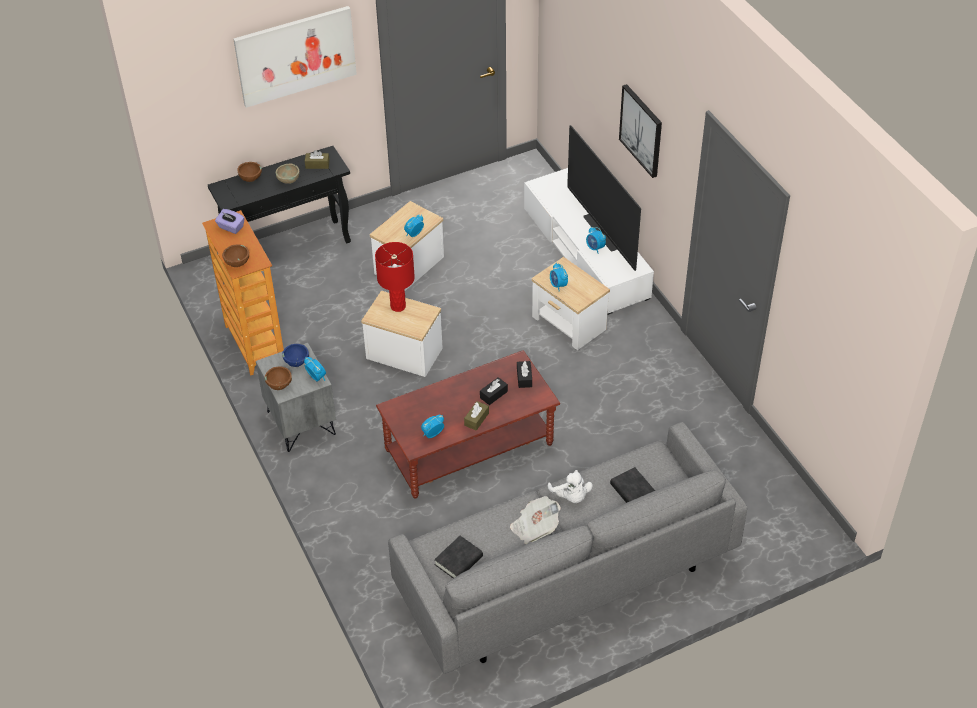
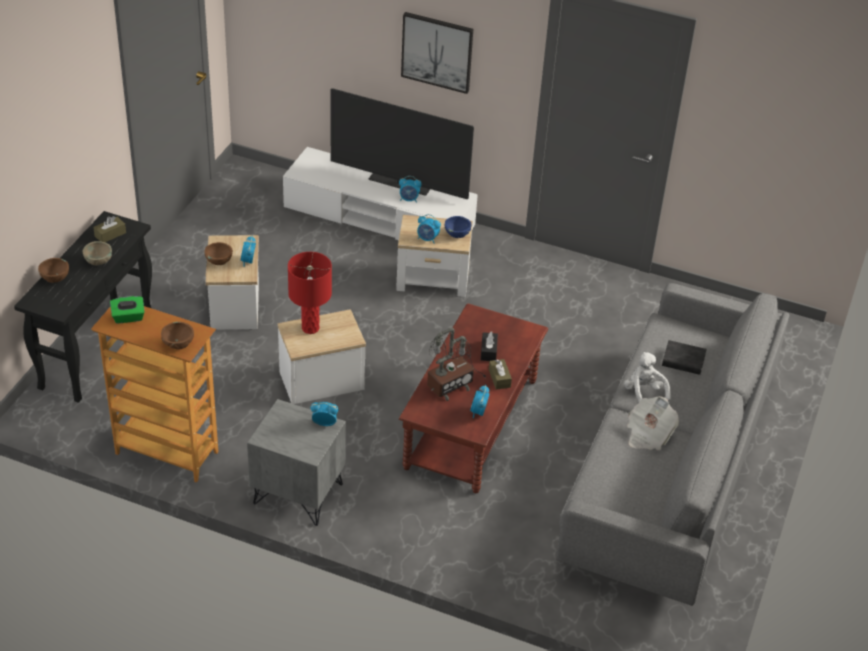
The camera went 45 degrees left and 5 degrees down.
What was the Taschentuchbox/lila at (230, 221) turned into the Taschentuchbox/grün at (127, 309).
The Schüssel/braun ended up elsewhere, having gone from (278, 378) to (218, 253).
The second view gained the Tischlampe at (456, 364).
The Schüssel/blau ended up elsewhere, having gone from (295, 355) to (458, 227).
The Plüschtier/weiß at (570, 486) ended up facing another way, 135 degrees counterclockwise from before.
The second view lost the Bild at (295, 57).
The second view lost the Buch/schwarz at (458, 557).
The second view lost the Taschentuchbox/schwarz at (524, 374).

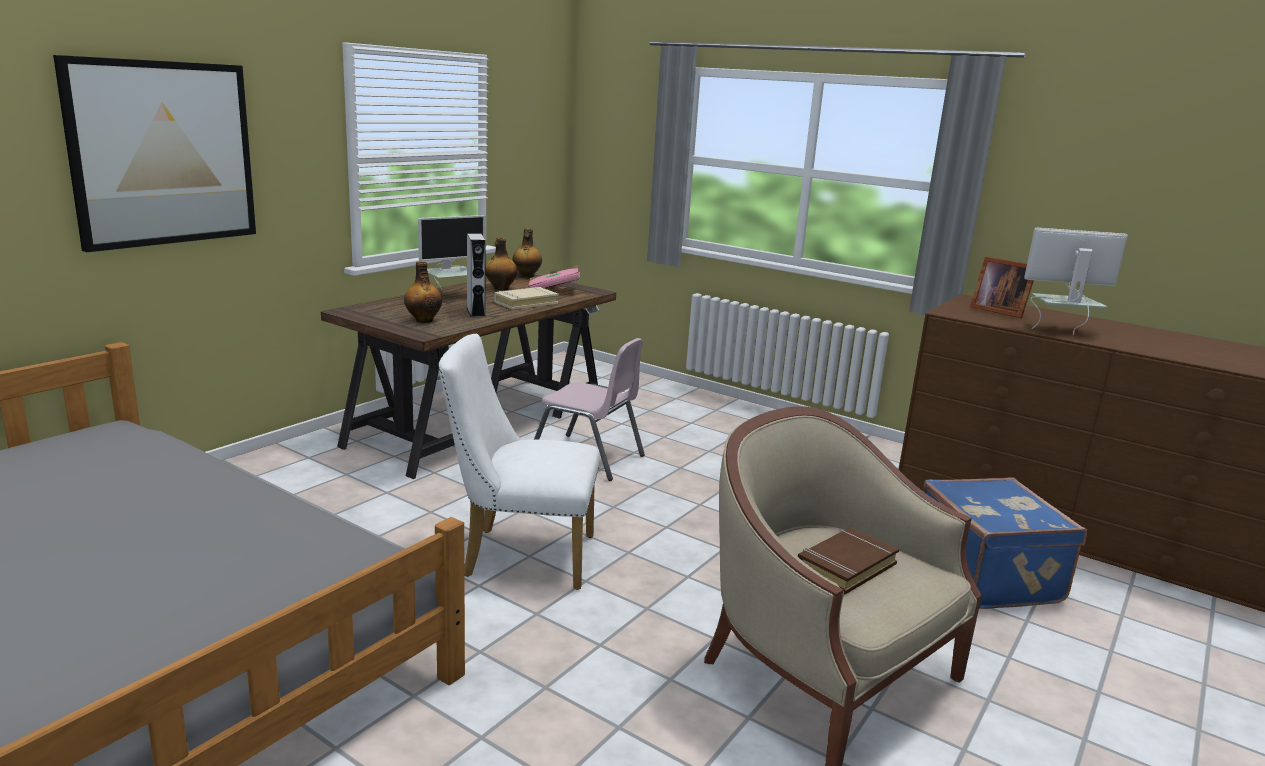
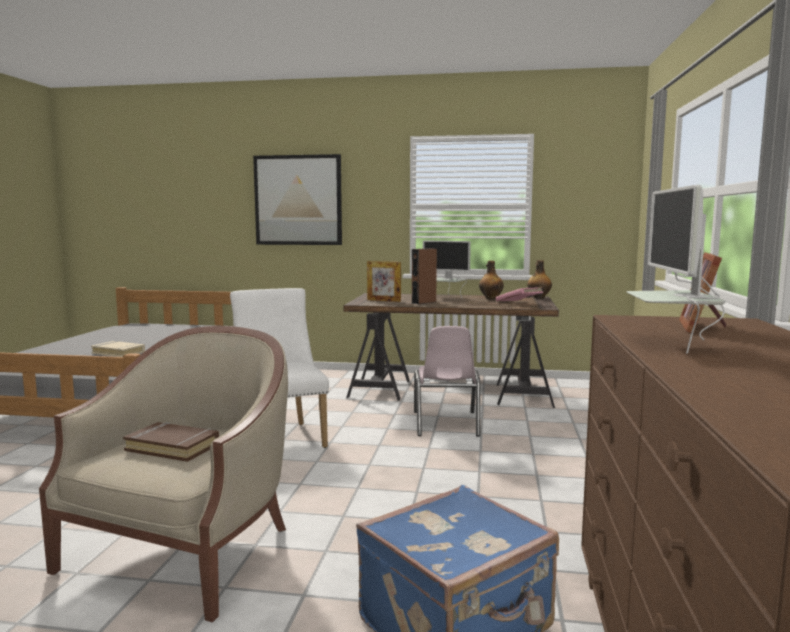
The camera went 65 degrees right and 10 degrees down.
The Buch/beige ended up elsewhere, having gone from (526, 298) to (118, 349).
Where the Flasche stood at (423, 292), the Bilderrahmen came to stand at (384, 281).
What was the Lautsprecher/grau at (476, 275) turned into the Lautsprecher/braun at (424, 276).
The Monitor at (1076, 281) ended up facing another way, 150 degrees counterclockwise from before.

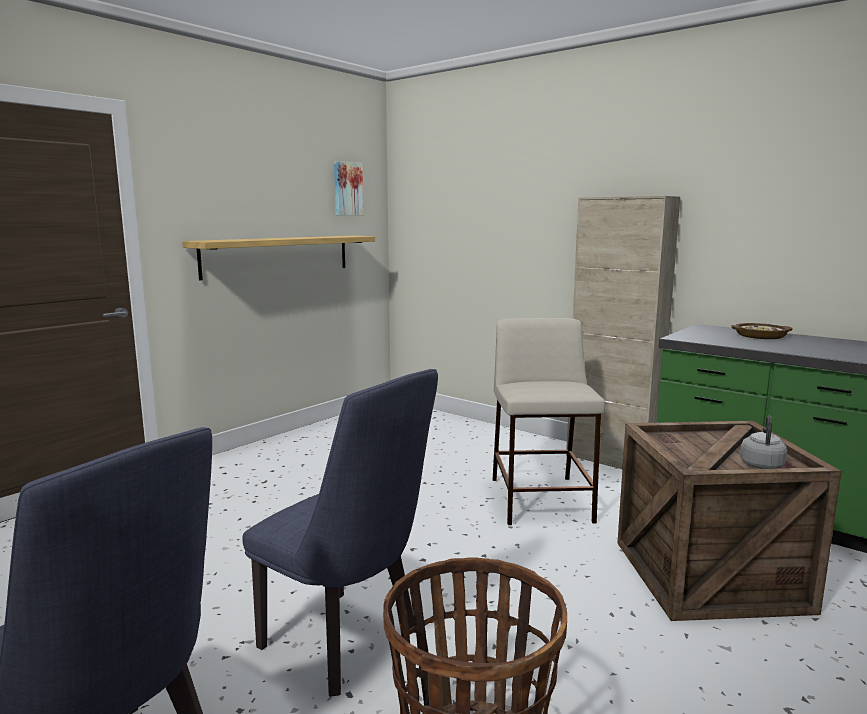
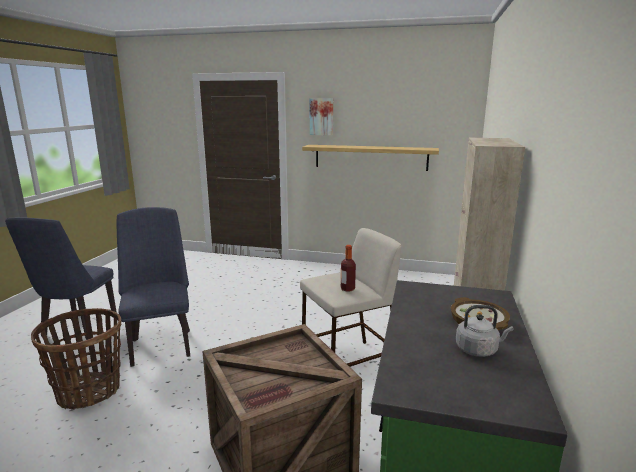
The camera went 65 degrees right and 5 degrees up.
The Stuhl/blau at (340, 533) ended up facing another way, 150 degrees clockwise from before.
The Bild ended up elsewhere, having gone from (349, 188) to (321, 116).
The second view gained the Flasche at (348, 268).
The Wasserkessel/grau ended up elsewhere, having gone from (763, 442) to (484, 331).

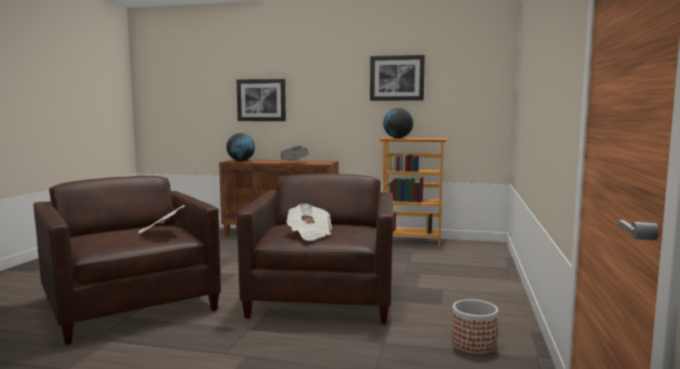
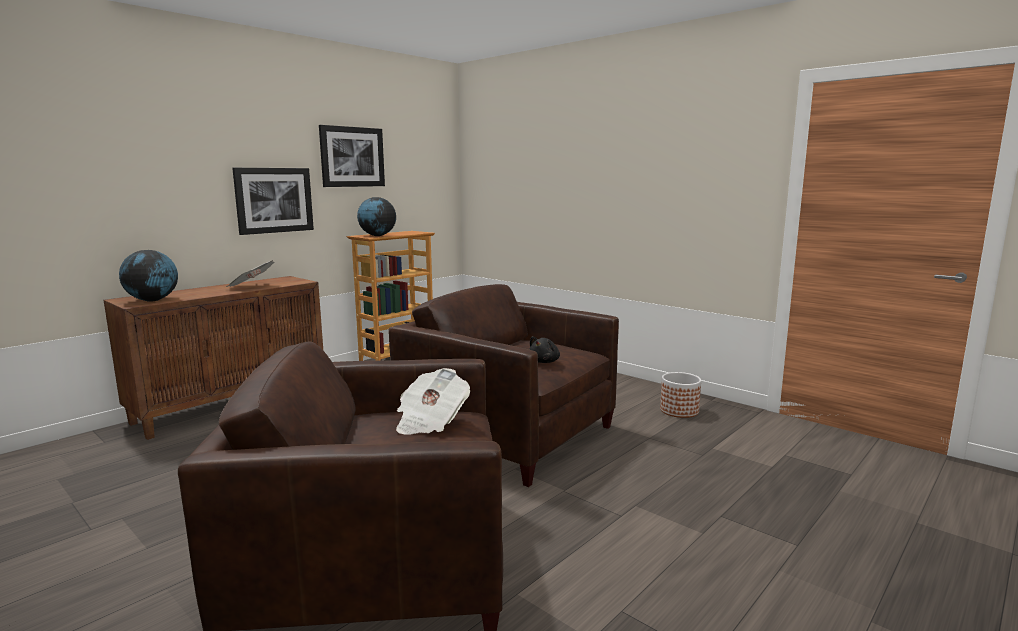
The camera went 60 degrees left and 5 degrees up.
The Bild ended up elsewhere, having gone from (261, 100) to (273, 201).
Where the Zeitung stood at (309, 222), the Plüschtier/schwarz came to stand at (544, 349).

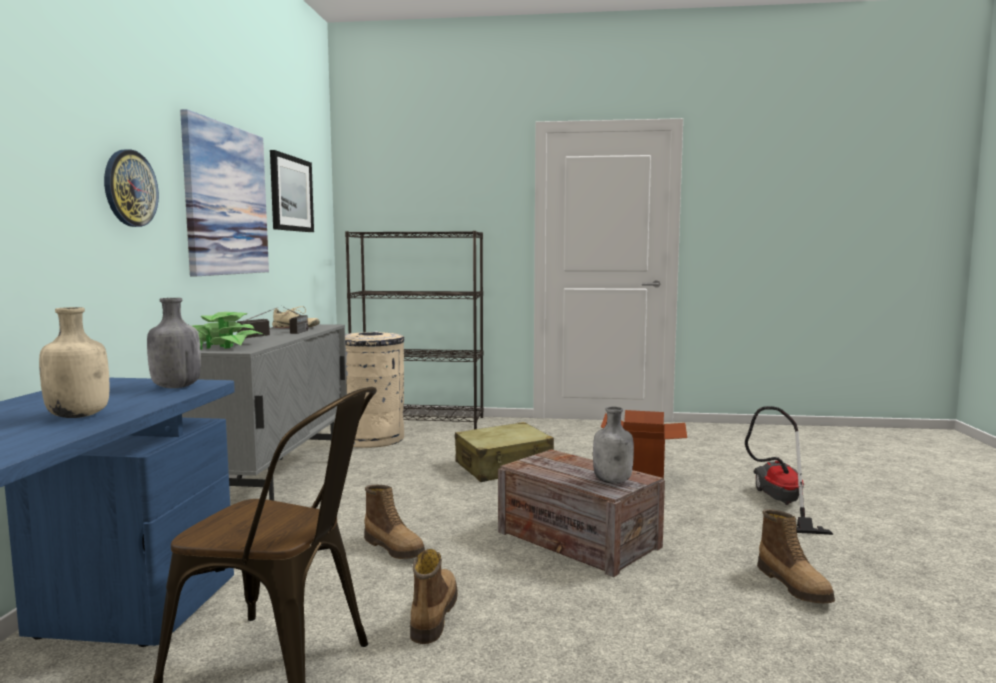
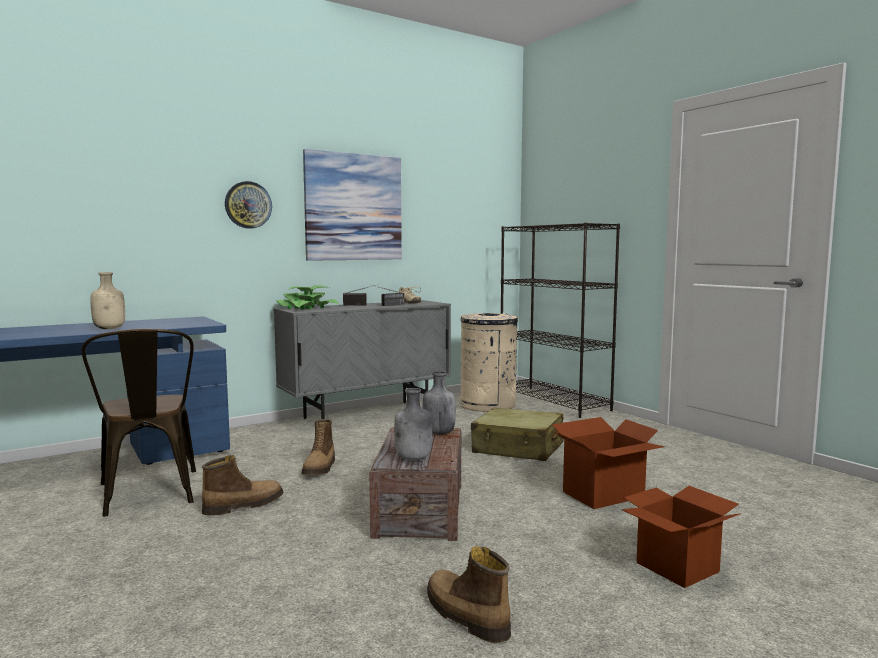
The camera went 50 degrees right and 0 degrees up.
The Flasche/grau ended up elsewhere, having gone from (174, 343) to (439, 403).
The Stiefel at (796, 556) ended up facing another way, 105 degrees clockwise from before.
Where the Staubsauger stood at (789, 470), the Karton came to stand at (681, 537).
The second view lost the Bild at (292, 191).

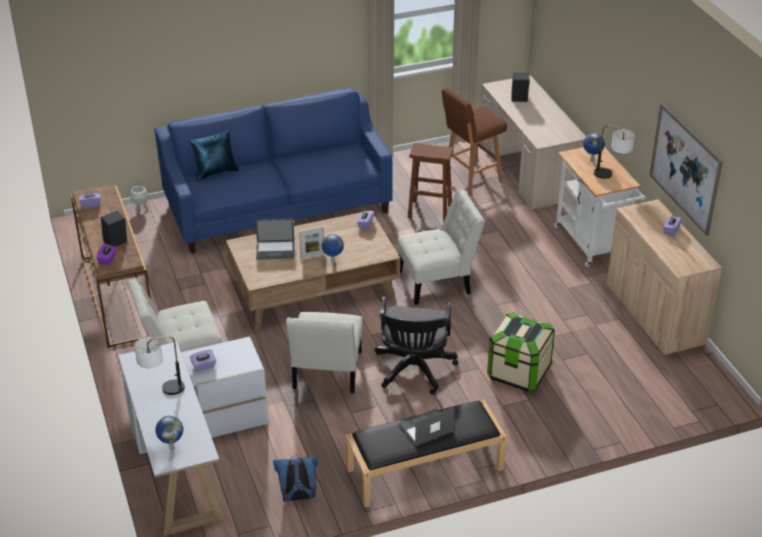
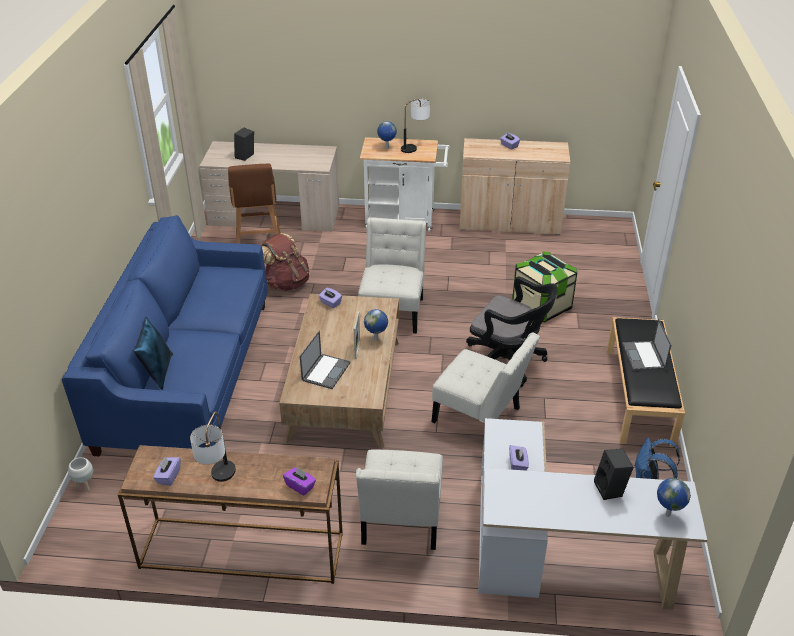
The camera went 65 degrees left and 0 degrees up.
The Tischlampe ended up elsewhere, having gone from (159, 365) to (213, 446).
Where the Hocker/braun stood at (430, 182), the Rucksack/braun came to stand at (285, 262).
The Lautsprecher/schwarz ended up elsewhere, having gone from (114, 228) to (614, 474).
The second view lost the Bild at (686, 169).

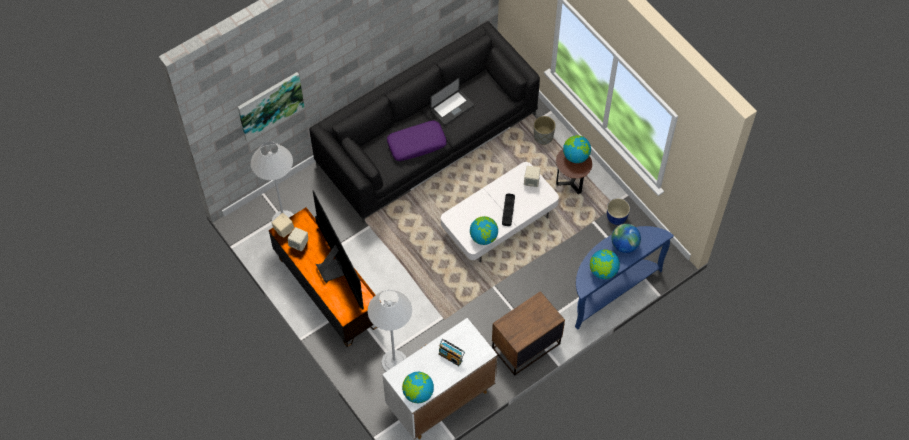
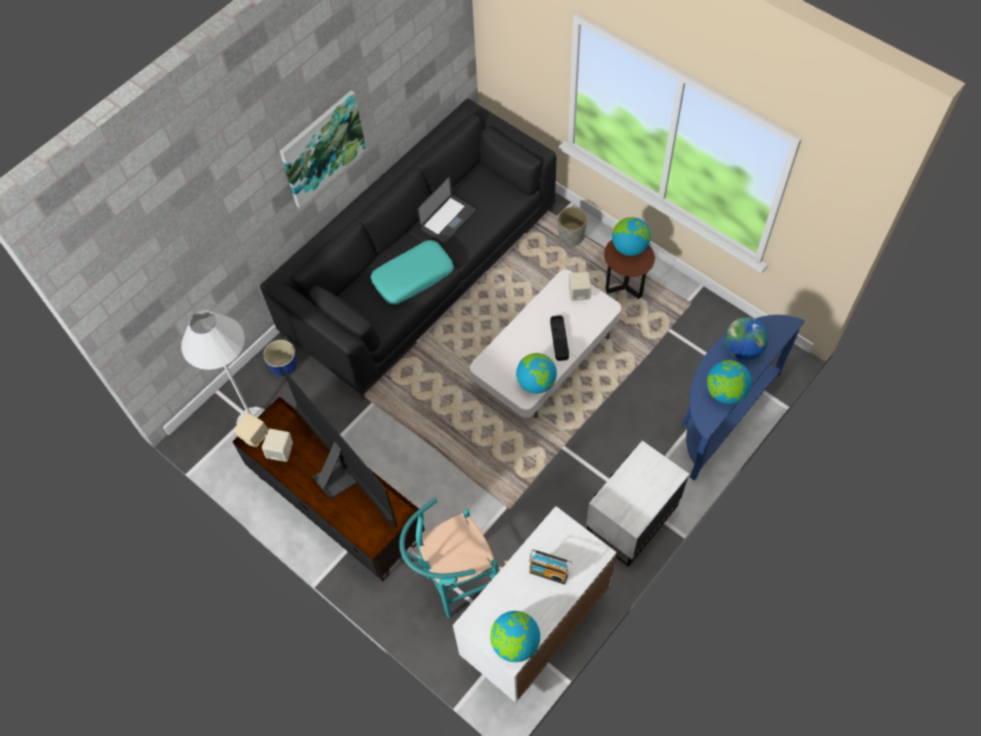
The camera went 10 degrees left and 0 degrees up.
The Pflanzkübel ended up elsewhere, having gone from (618, 211) to (280, 358).
The Bild ended up elsewhere, having gone from (271, 107) to (323, 149).
What was the Kissen/lila at (417, 140) turned into the Kissen/türkis at (412, 272).
Where the Stehlampe/weiß stood at (390, 331), the Hocker/türkis came to stand at (448, 558).
What was the Nachttisch/braun at (528, 333) turned into the Nachttisch/weiß at (637, 504).

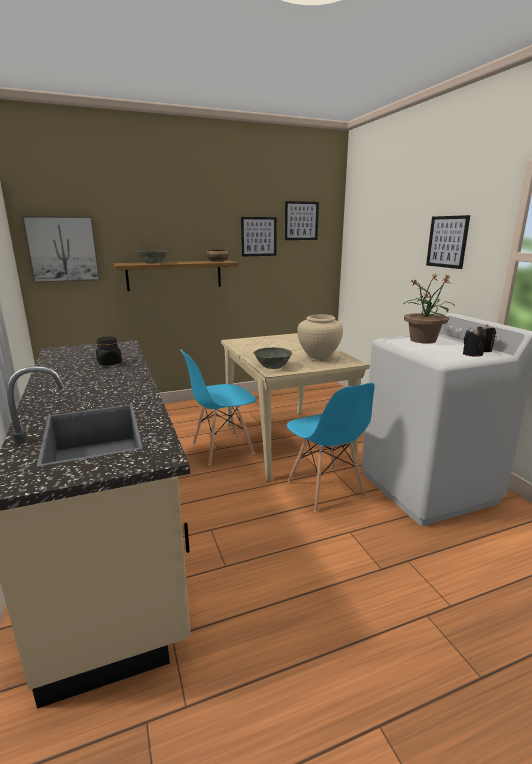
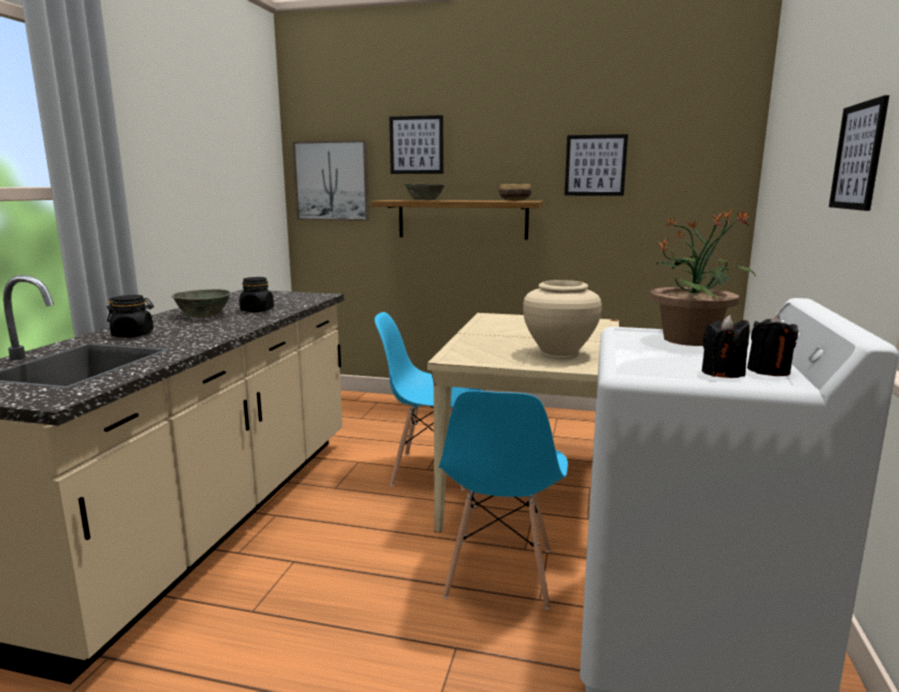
The camera went 35 degrees right and 5 degrees down.
The second view gained the Vorratsglas/schwarz at (130, 316).
The Schüssel/grau ended up elsewhere, having gone from (273, 358) to (201, 303).
The Bild ended up elsewhere, having gone from (302, 220) to (416, 144).

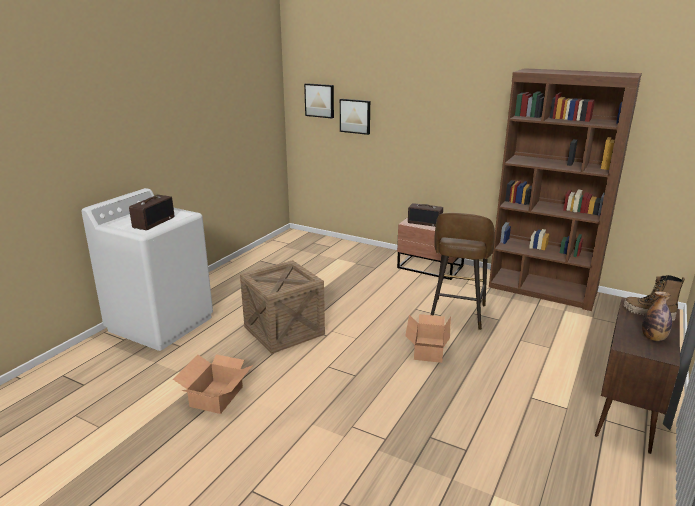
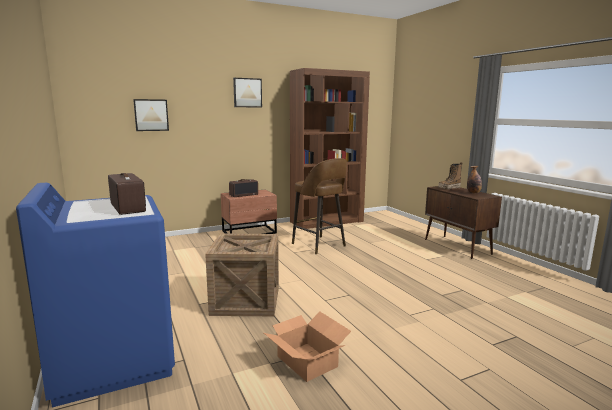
The camera went 55 degrees left and 10 degrees down.
What was the Waschmaschine/weiß at (147, 269) turned into the Waschmaschine/blau at (95, 295).
The Bild ended up elsewhere, having gone from (319, 100) to (247, 93).
The second view lost the Karton at (428, 338).

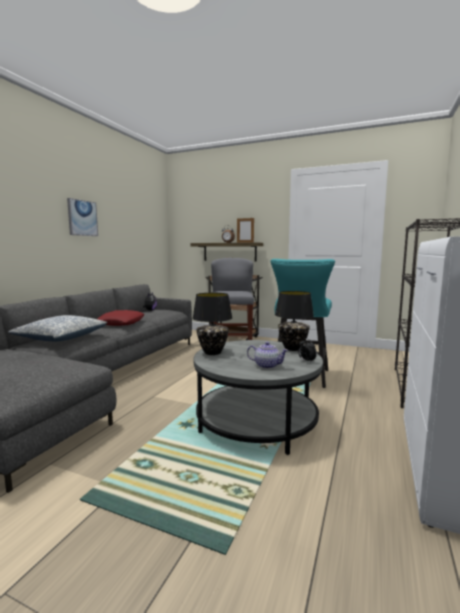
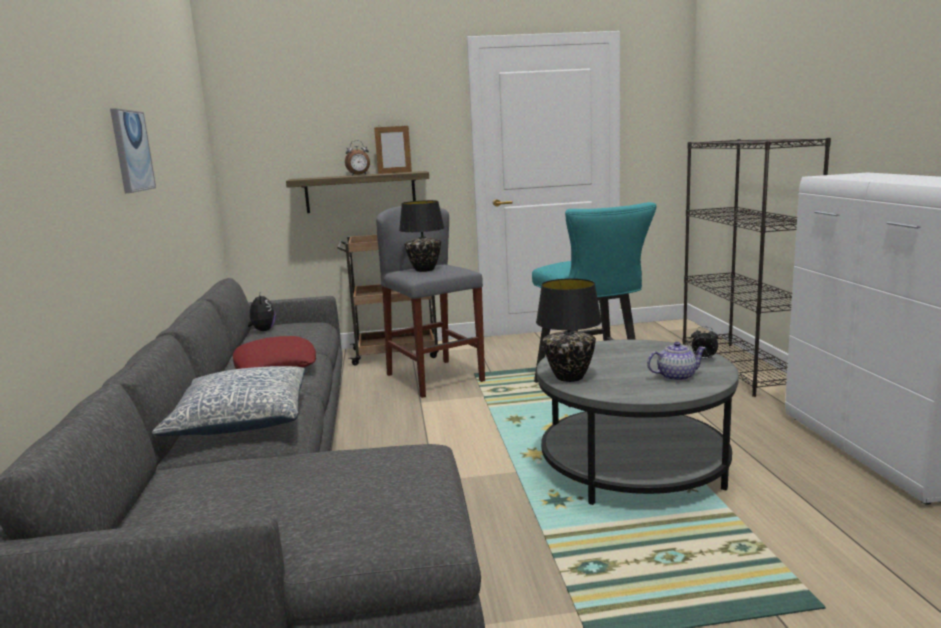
The camera went 30 degrees left and 5 degrees up.
The Tischlampe/schwarz ended up elsewhere, having gone from (294, 321) to (422, 236).

